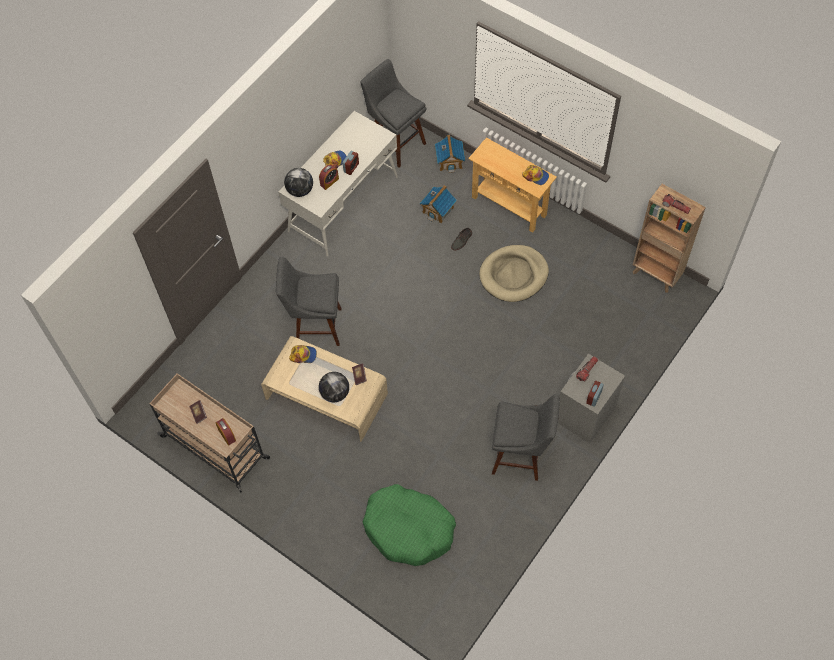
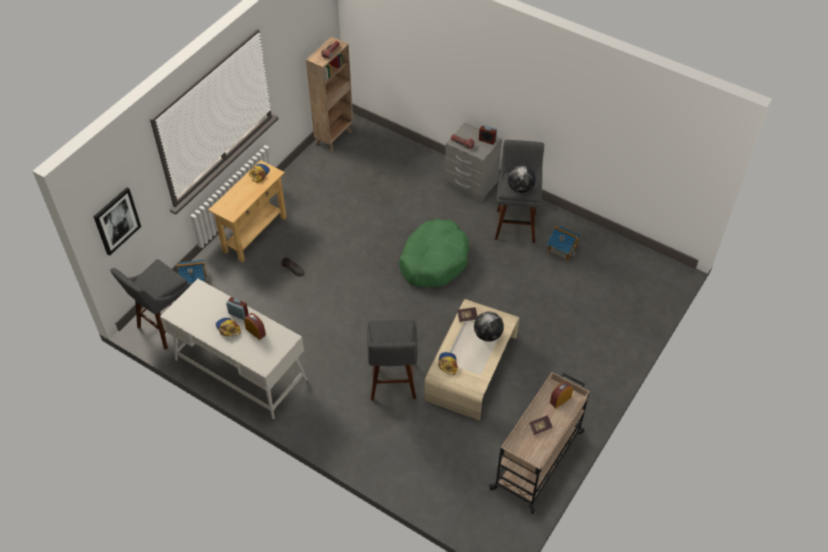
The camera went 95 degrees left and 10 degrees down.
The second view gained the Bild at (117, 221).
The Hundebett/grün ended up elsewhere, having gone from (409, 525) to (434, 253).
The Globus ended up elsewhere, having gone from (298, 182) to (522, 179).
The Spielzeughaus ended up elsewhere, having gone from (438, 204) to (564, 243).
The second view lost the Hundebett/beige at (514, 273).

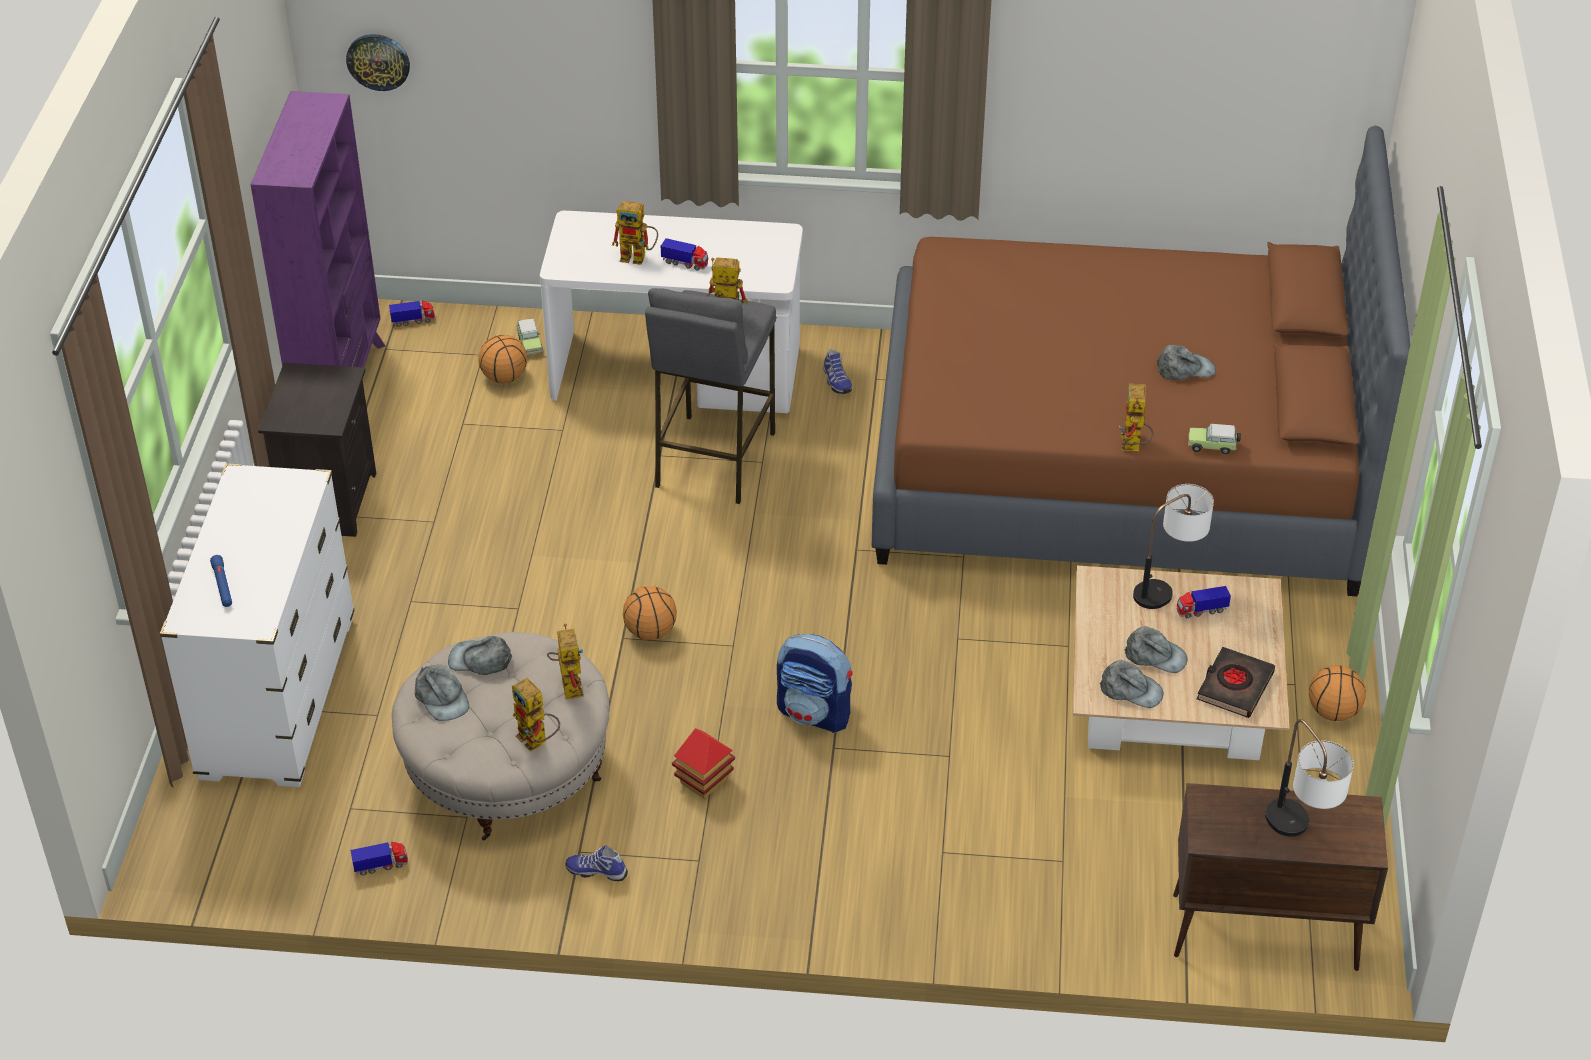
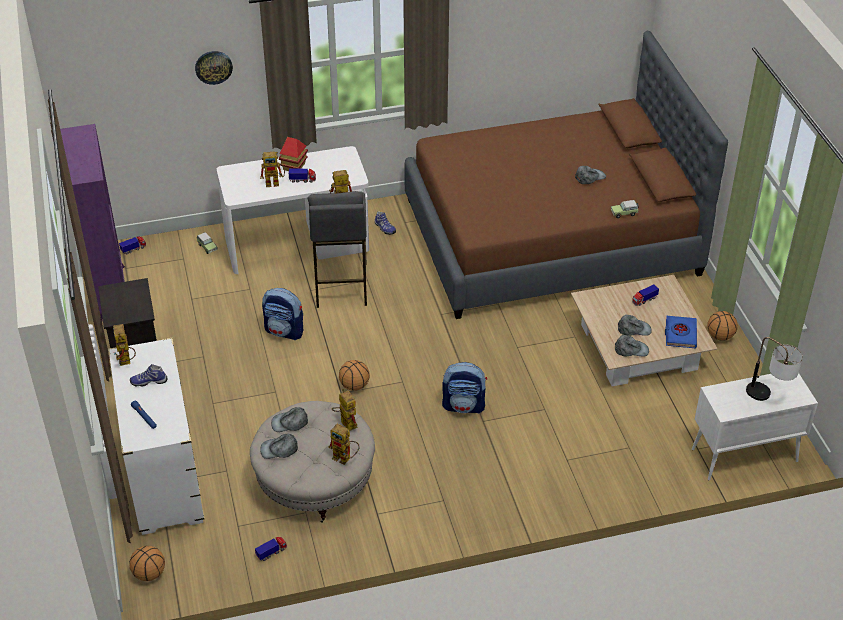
The camera went 20 degrees left and 0 degrees up.
The Spielzeugroboter ended up elsewhere, having gone from (1136, 417) to (124, 345).
The Basketball ended up elsewhere, having gone from (503, 359) to (147, 563).
The Schuh ended up elsewhere, having gone from (596, 863) to (148, 375).
The Wanduhr ended up elsewhere, having gone from (378, 62) to (214, 68).
The Kappe/grau at (442, 693) ended up facing another way, 135 degrees clockwise from before.
The second view gained the Rucksack at (283, 314).
The Spielzeughaus ended up elsewhere, having gone from (703, 763) to (293, 154).
What was the Buch/schwarz at (1235, 682) turned into the Buch/blau at (681, 332).
What was the Schrank/braun at (1280, 877) turned into the Schrank/weiß at (755, 426).
The second view lost the Tischlampe at (1173, 546).

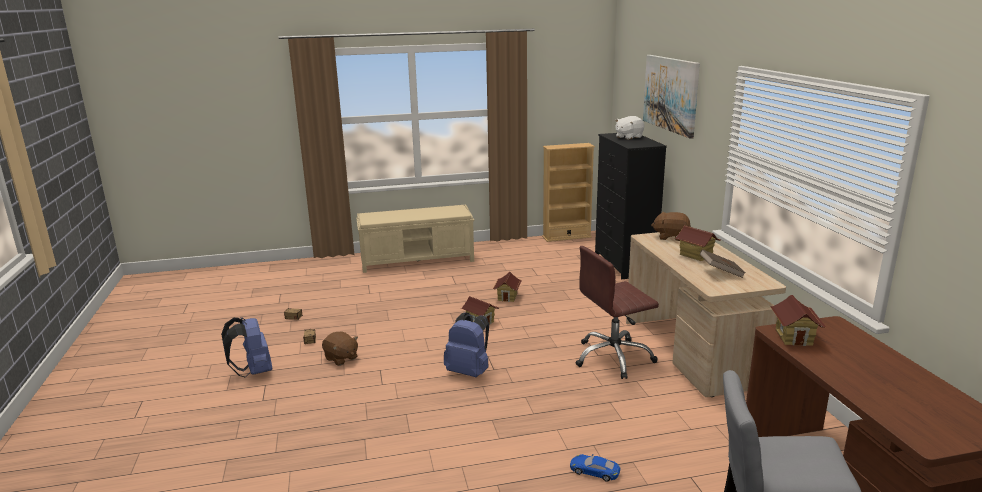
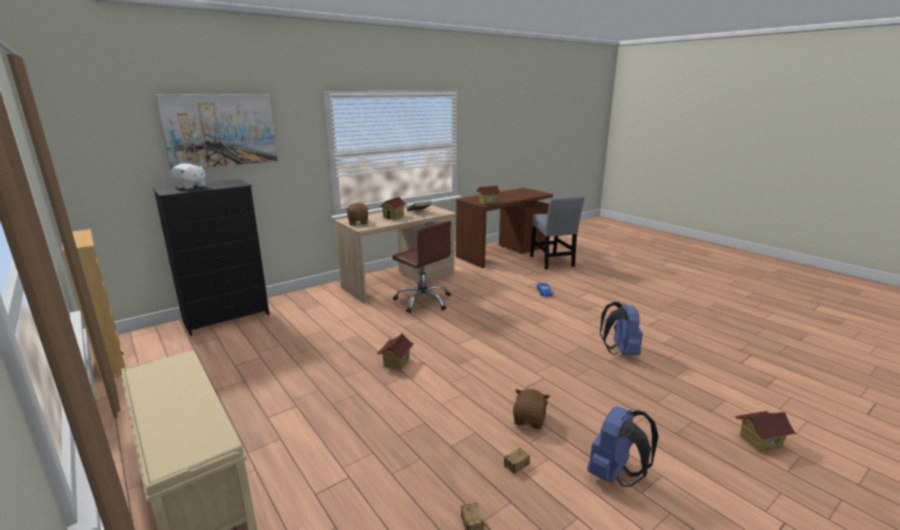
The camera went 115 degrees left and 0 degrees up.
The Rucksack/blau ended up elsewhere, having gone from (466, 344) to (621, 328).
The Spielzeughaus ended up elsewhere, having gone from (507, 287) to (766, 431).

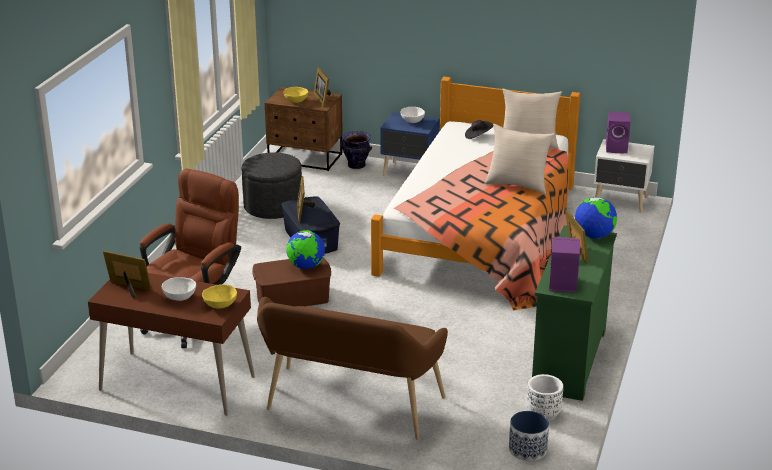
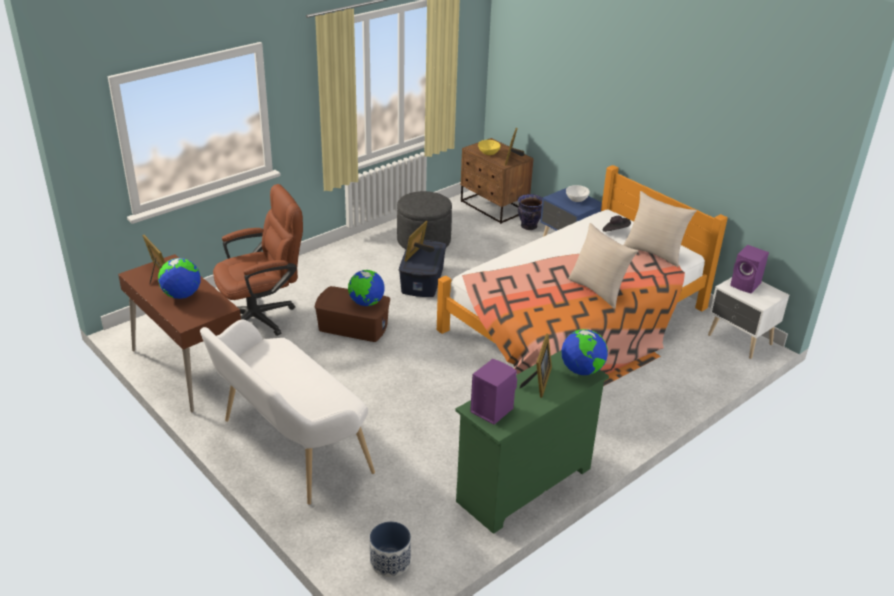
The camera went 30 degrees right and 5 degrees up.
Where the Schüssel/weiß stood at (179, 289), the Globus came to stand at (179, 278).
What was the Bank/braun at (352, 368) turned into the Bank/weiß at (287, 412).
The second view lost the Schüssel/gelb at (219, 296).
The second view lost the Pflanzkübel/weiß at (544, 397).

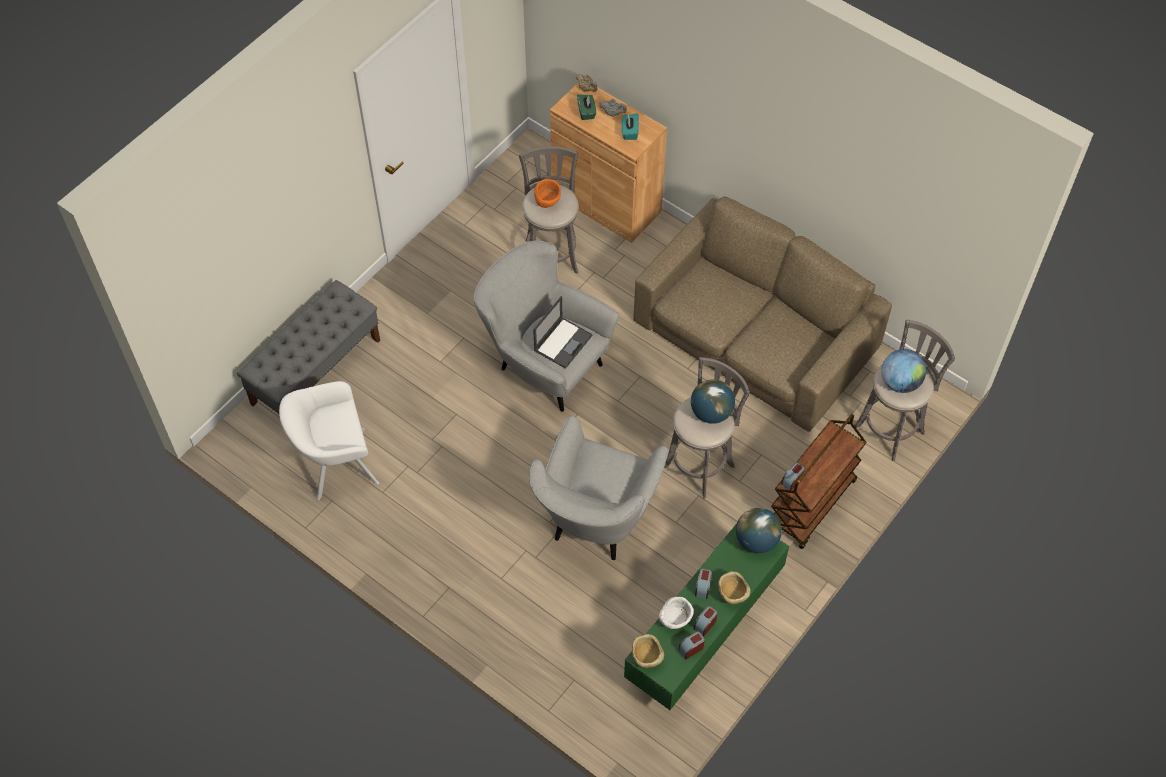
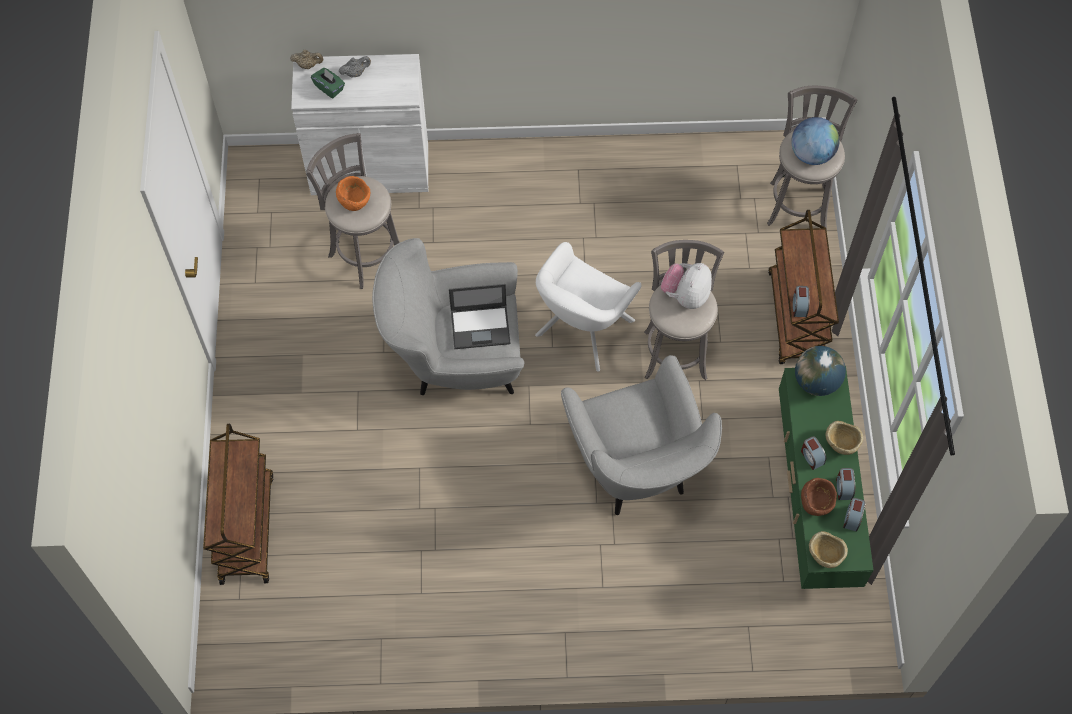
The camera went 40 degrees left and 5 degrees up.
Where the Bank/grau stood at (308, 347), the Rollwagen/braun came to stand at (238, 504).
What was the Schrank/braun at (608, 163) turned into the Schrank/weiß at (359, 124).
The Laptop at (563, 332) ended up facing another way, 90 degrees clockwise from before.
The Sessel/weiß ended up elsewhere, having gone from (329, 440) to (588, 307).
Where the Globus stood at (713, 401), the Plüschtier came to stand at (686, 286).
What was the Schüssel/weiß at (676, 613) turned into the Schüssel/braun at (819, 497).
The second view lost the Taschentuchbox/türkis at (630, 127).
The second view lost the Sofa/braun at (762, 314).

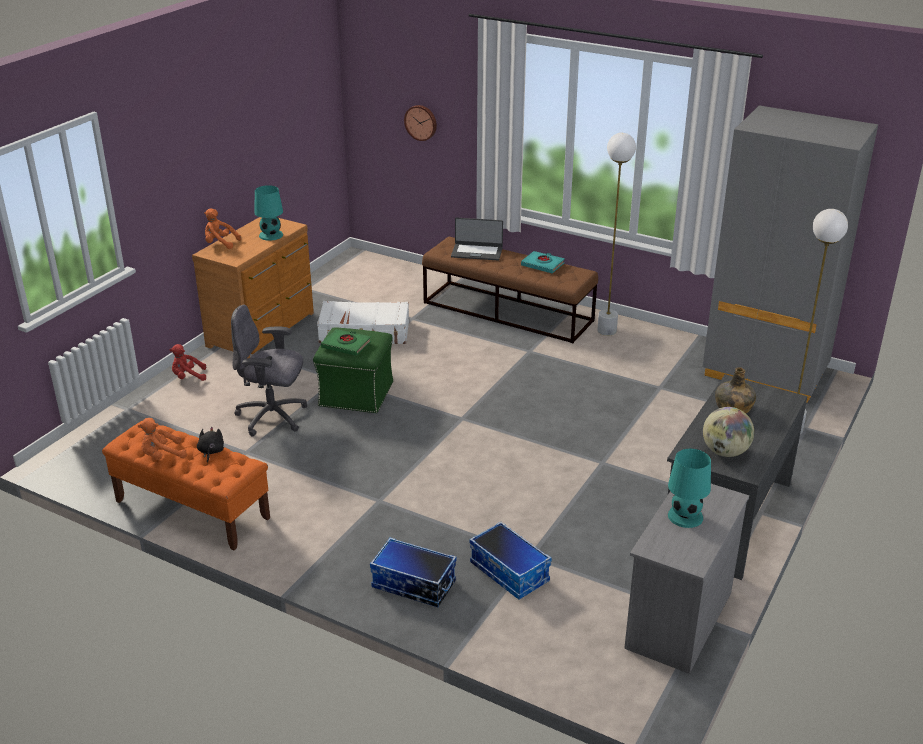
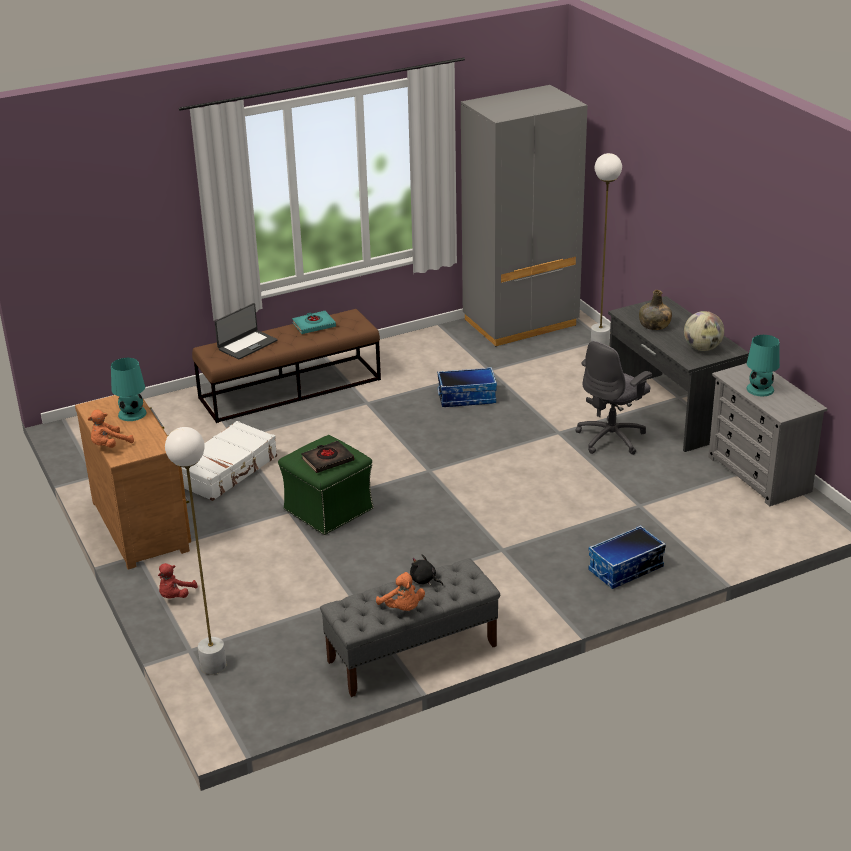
The camera went 55 degrees left and 0 degrees up.
The Stehlampe/weiß ended up elsewhere, having gone from (616, 234) to (195, 550).
What was the Buch/grün at (346, 342) turned into the Buch/schwarz at (327, 457).
What was the Bank/orange at (186, 485) turned into the Bank/grau at (410, 627).
The Plüschtier/orange at (162, 439) ended up facing another way, 45 degrees counterclockwise from before.
The Aufbewahrungsbox ended up elsewhere, having gone from (510, 561) to (467, 387).
The Bürostuhl/grau ended up elsewhere, having gone from (269, 371) to (613, 398).
The second view lost the Wanduhr at (420, 123).

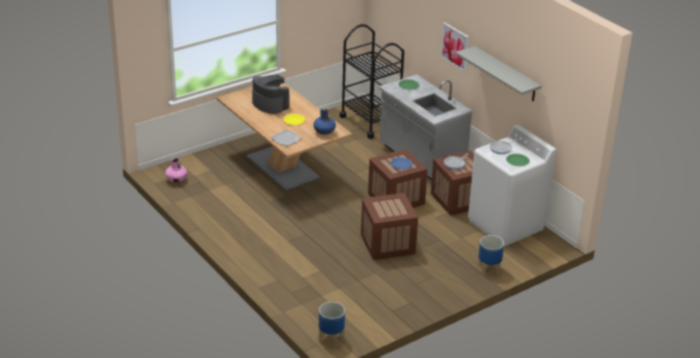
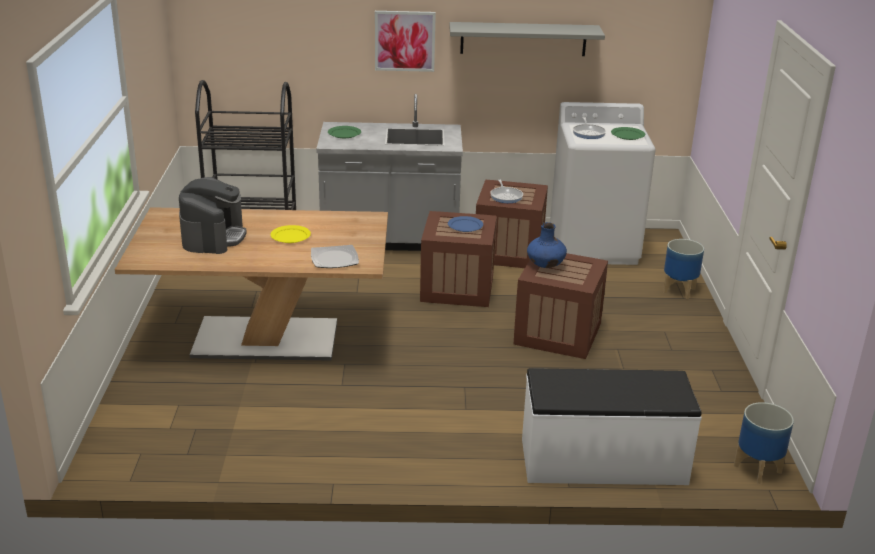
The camera went 55 degrees left and 5 degrees down.
The Kaffeemaschine at (270, 94) ended up facing another way, 105 degrees clockwise from before.
The second view gained the Bank/weiß at (612, 426).
The Vase/blau ended up elsewhere, having gone from (324, 122) to (547, 245).
The second view lost the Vase/rosa at (176, 170).

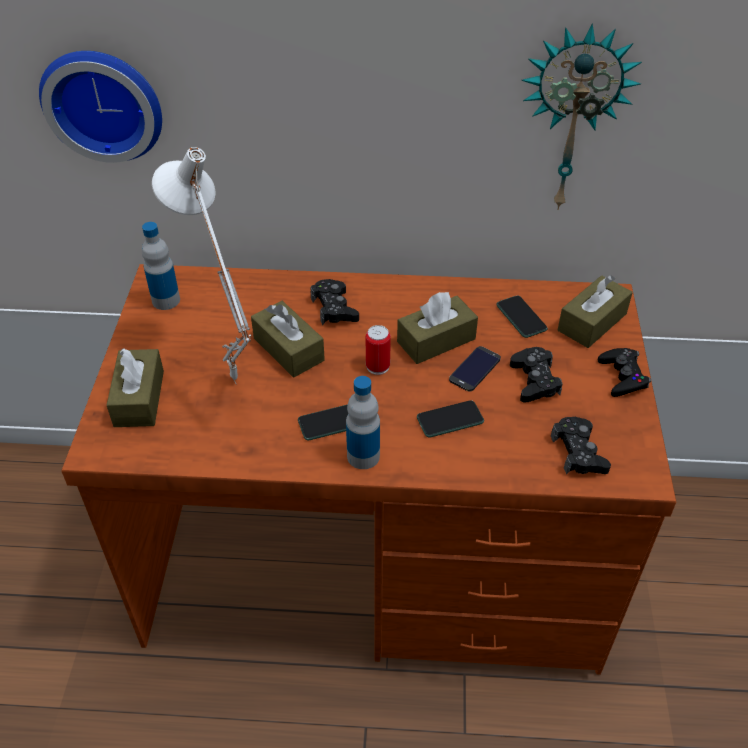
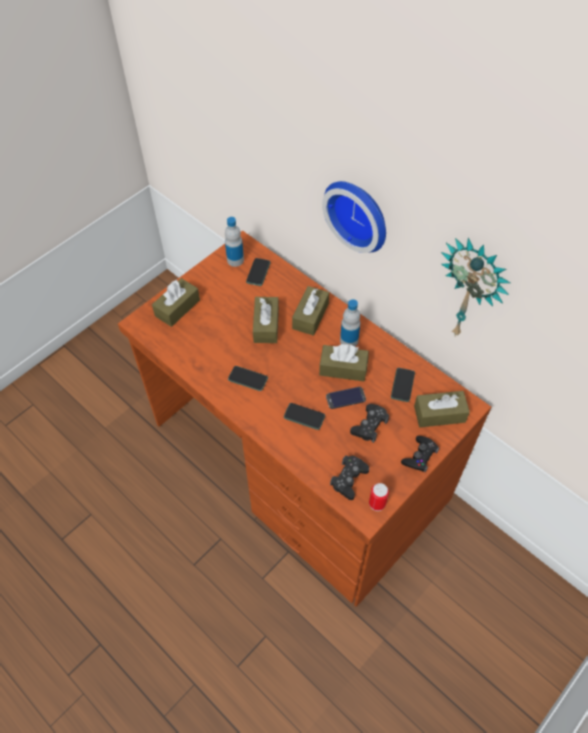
The camera went 40 degrees right and 10 degrees up.
The second view gained the Handy at (258, 272).
Where the Gamepad/schwarz stood at (334, 302), the Taschentuchbox/braun came to stand at (310, 311).
The Wanduhr ended up elsewhere, having gone from (100, 107) to (354, 217).
The Flasche ended up elsewhere, having gone from (363, 422) to (350, 323).
The Dose ended up elsewhere, having gone from (378, 350) to (379, 497).
The second view lost the Tischlampe/weiß at (201, 266).

